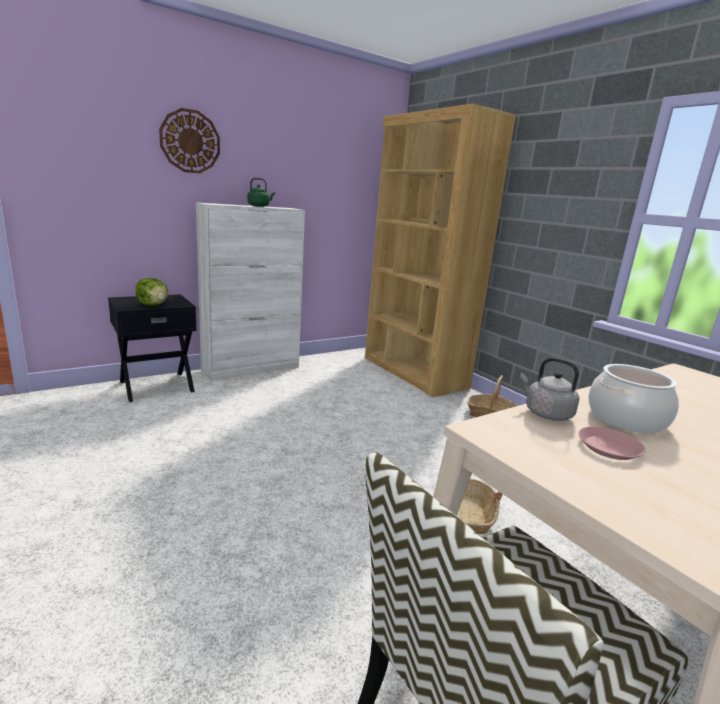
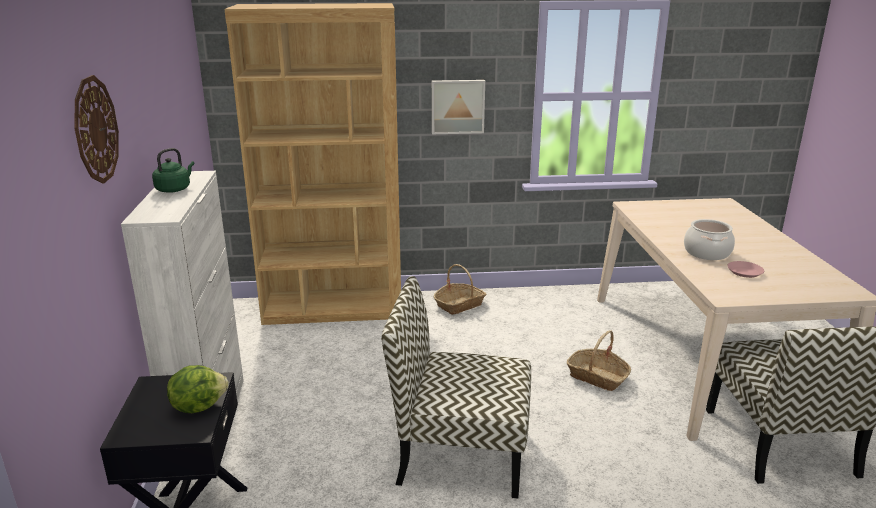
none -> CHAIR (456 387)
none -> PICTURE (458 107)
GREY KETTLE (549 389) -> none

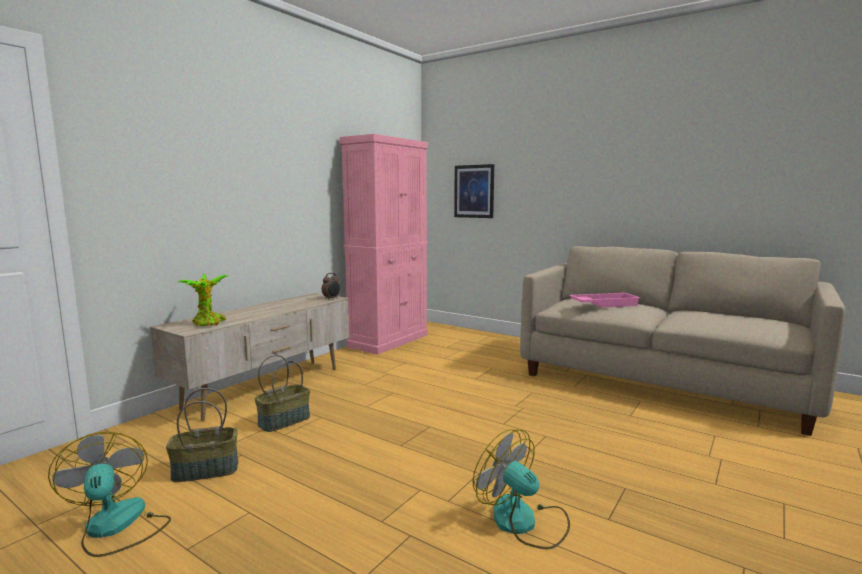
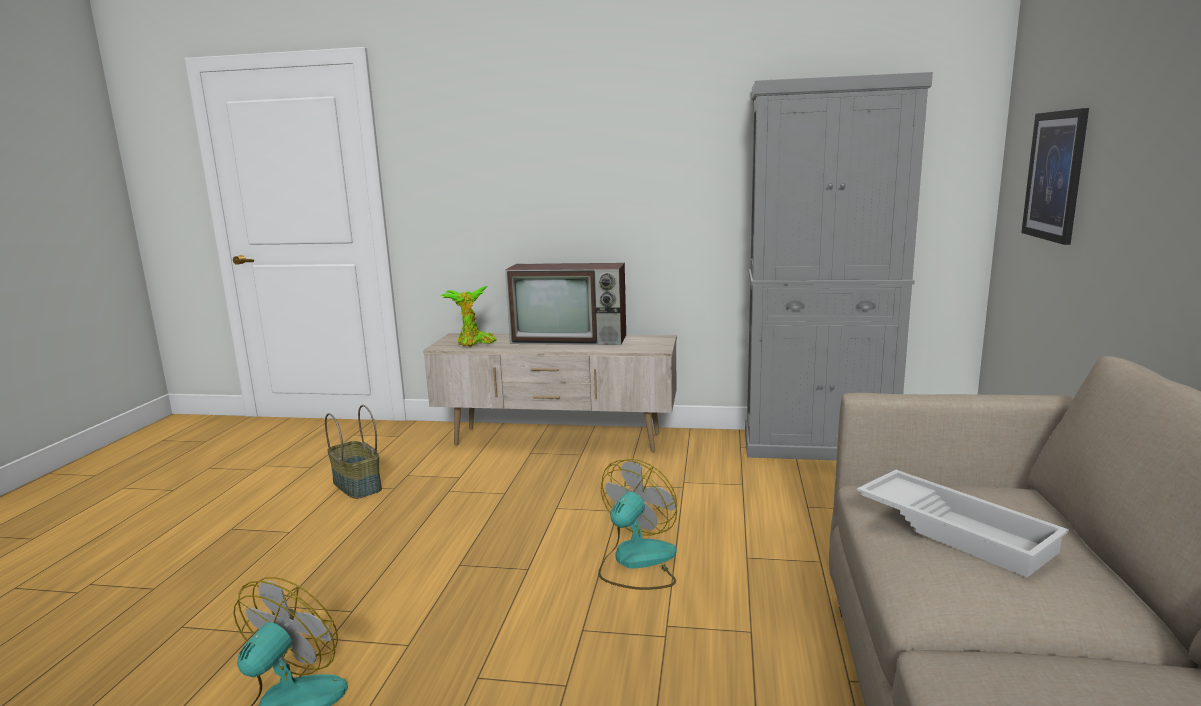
none -> TELEVISION (565 304)
FAN (109 494) -> FAN (637 524), moved
PINK CABINET (384 244) -> GREY CABINET (839 266)
PINK TRAY (604 300) -> WHITE TRAY (963 523)
BASKET (282 393) -> none
ALARM CLOCK (330 286) -> none

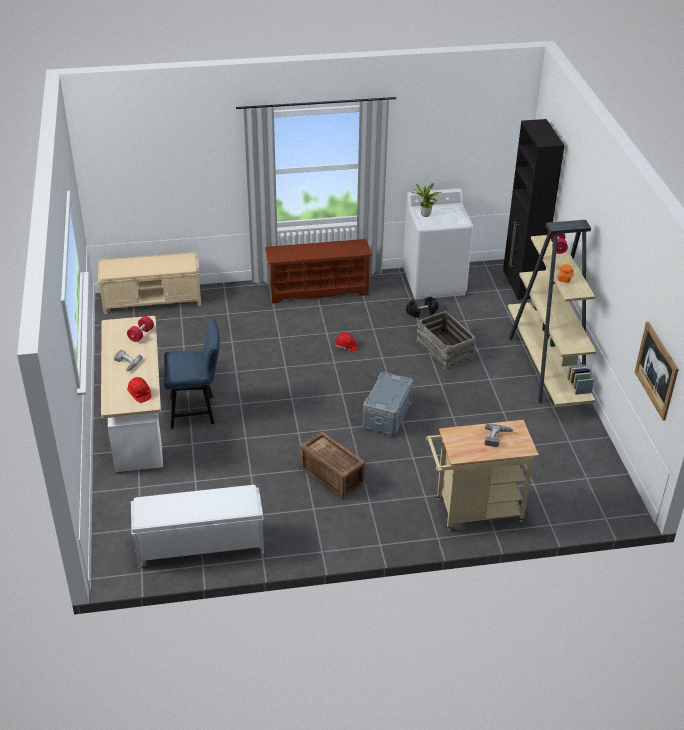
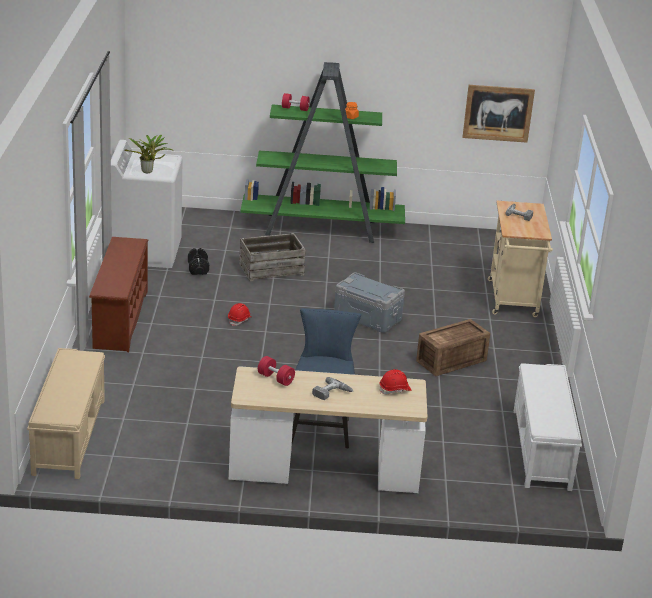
BEIGE BOOKCASE (552 313) -> GREEN BOOKCASE (322 152)
BLACK CABINET (534 211) -> none

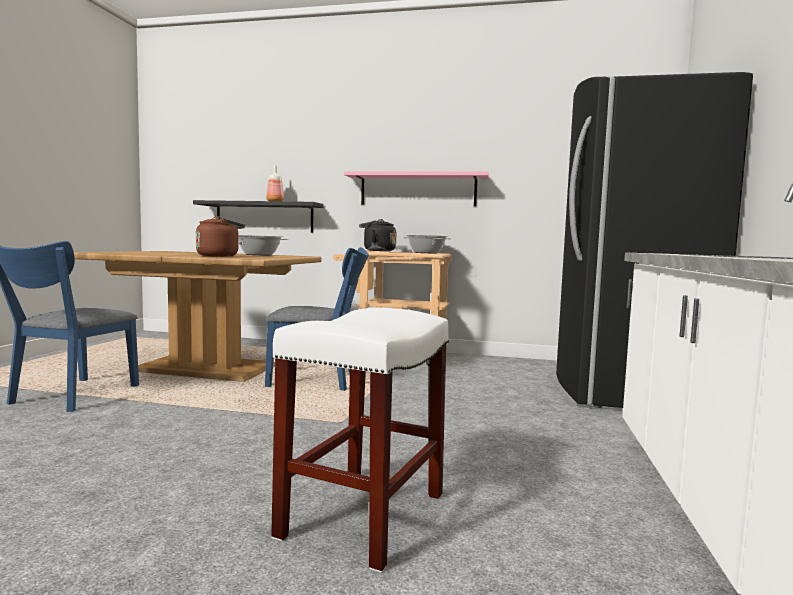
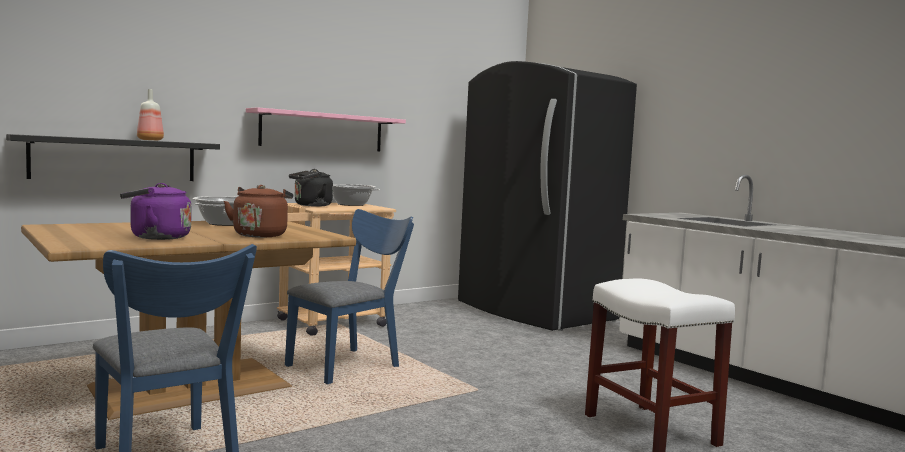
none -> PURPLE KETTLE (155 211)

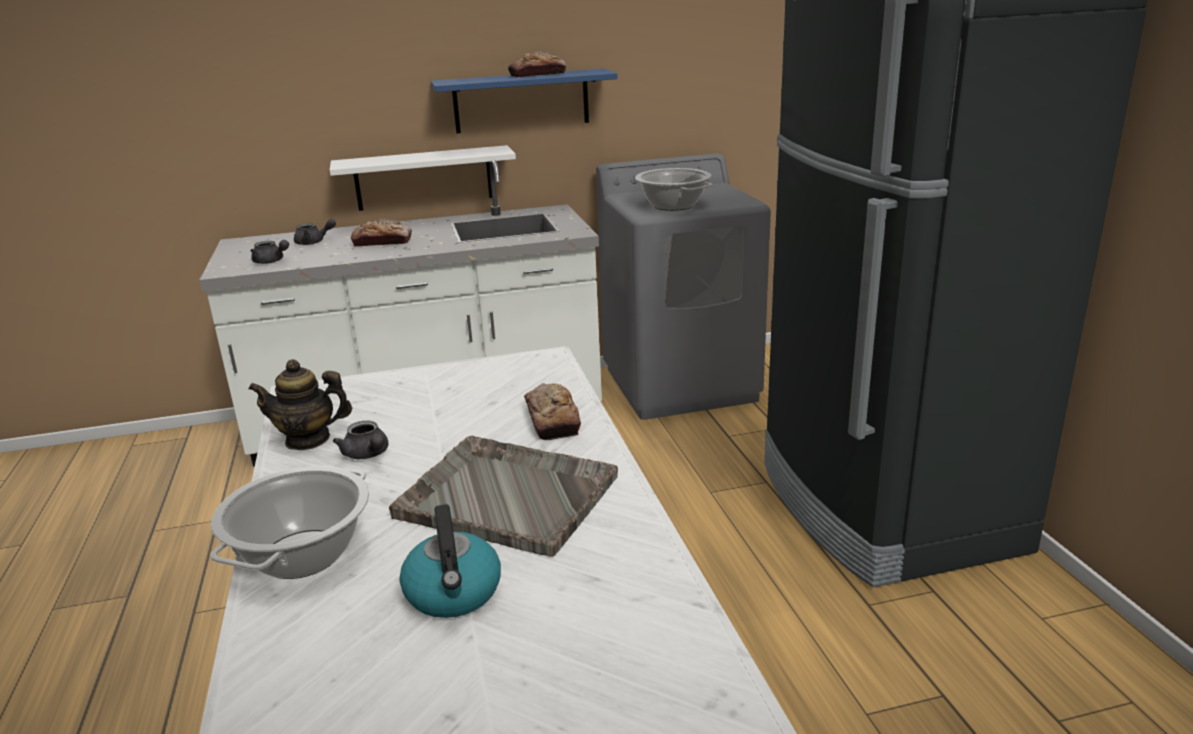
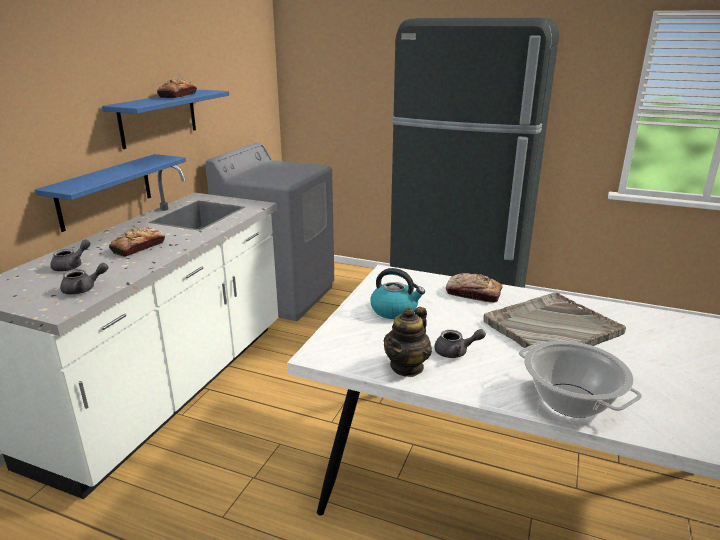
WHITE SHELF (423 178) -> BLUE SHELF (110 193)
KETTLE (450 561) -> KETTLE (398 293), moved
COOKING POT (674 189) -> none

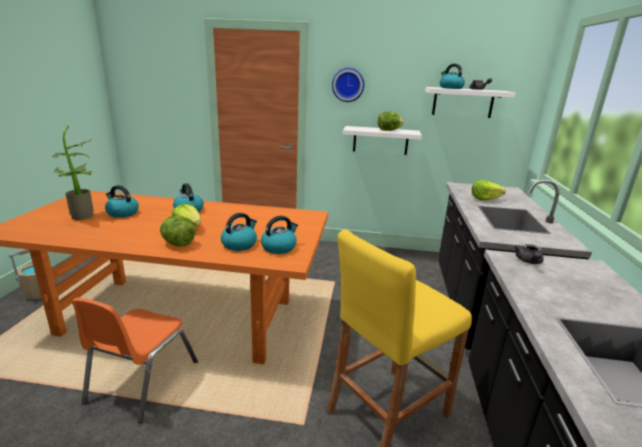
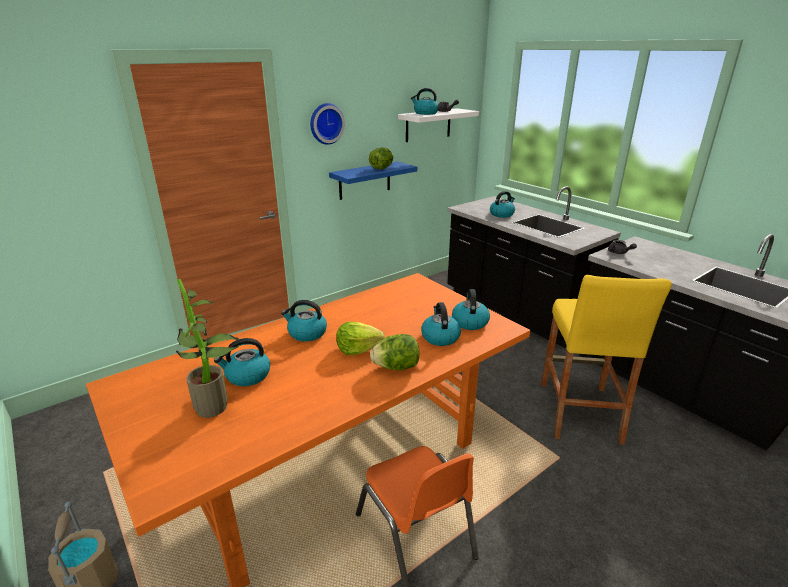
WHITE SHELF (382 140) -> BLUE SHELF (373 180)
LETTUCE (489 190) -> KETTLE (502 204)

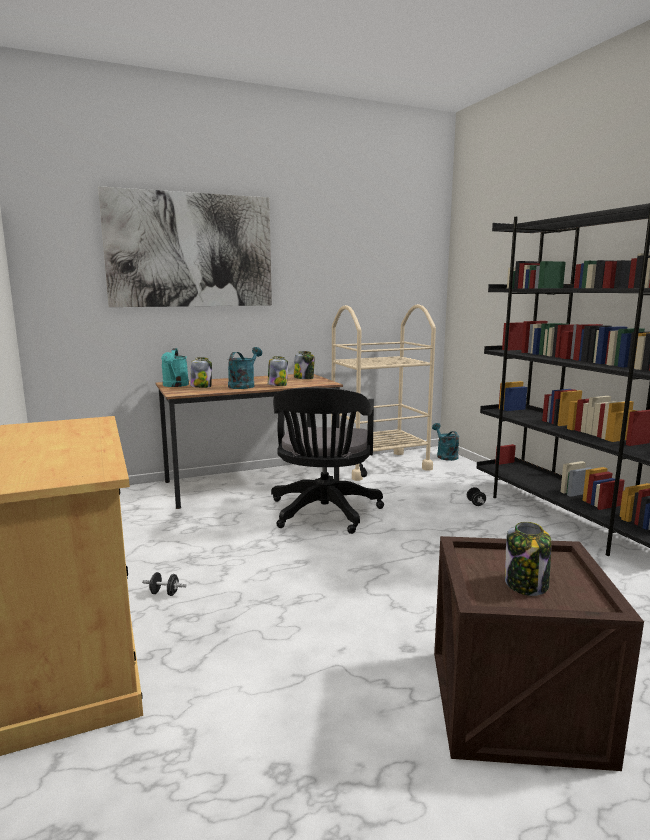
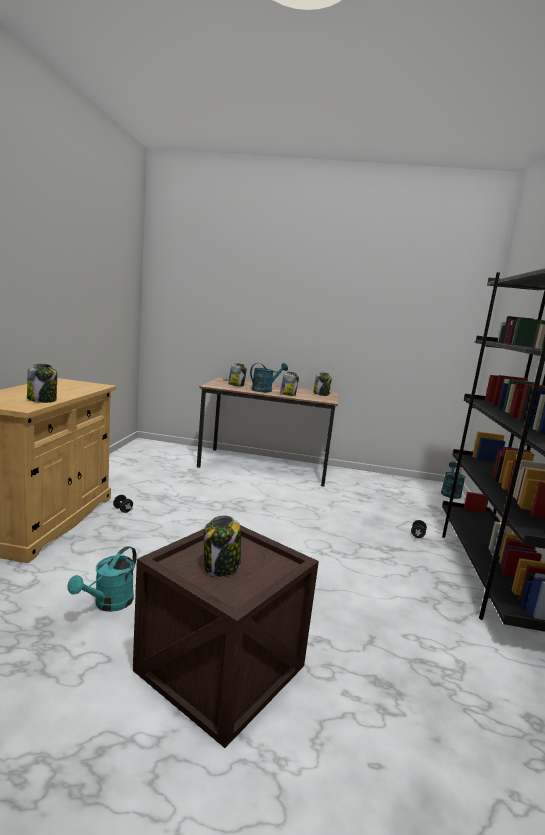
none -> JAR (42 383)
TURQUOISE WATERING CAN (175 367) -> TURQUOISE WATERING CAN (102 579), moved
PICTURE (185 246) -> none
BLACK OFFICE CHAIR (327 460) -> none
BEIGE CART (383 392) -> none

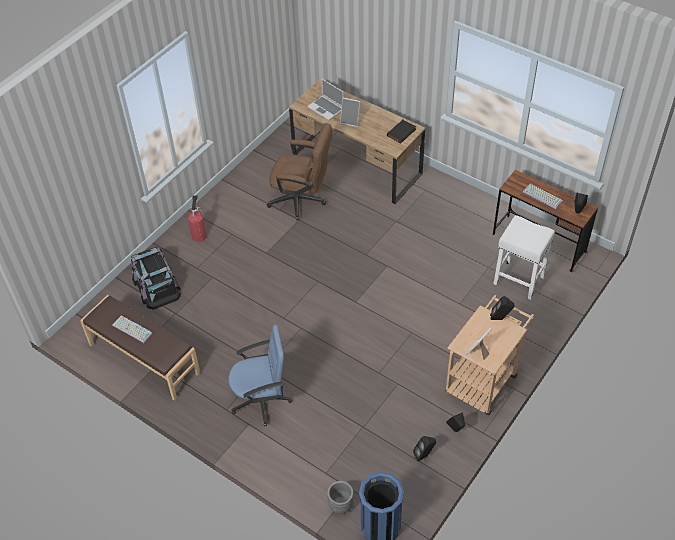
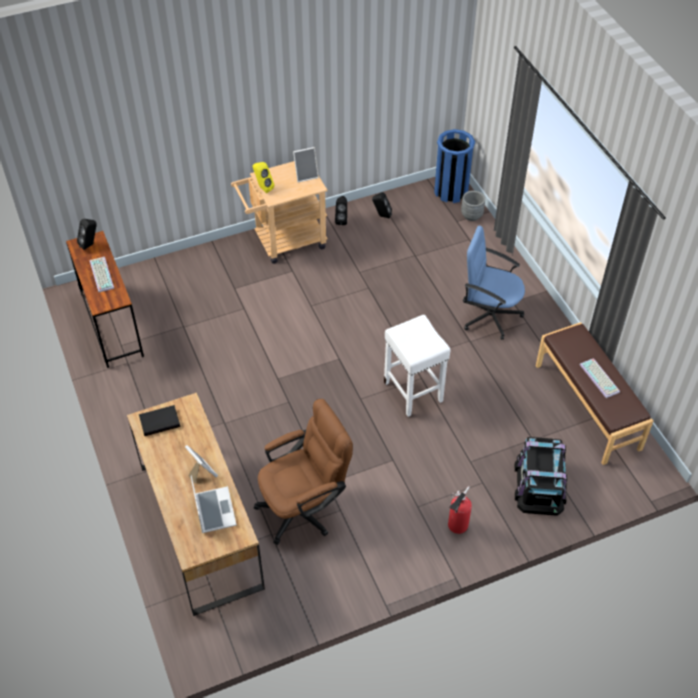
BLACK SPEAKER (502 308) -> YELLOW SPEAKER (264 177)
BROWN OFFICE CHAIR (299 171) -> BROWN OFFICE CHAIR (303 472), 105 degrees clockwise
WHITE STOOL (524 257) -> WHITE STOOL (417 366), moved

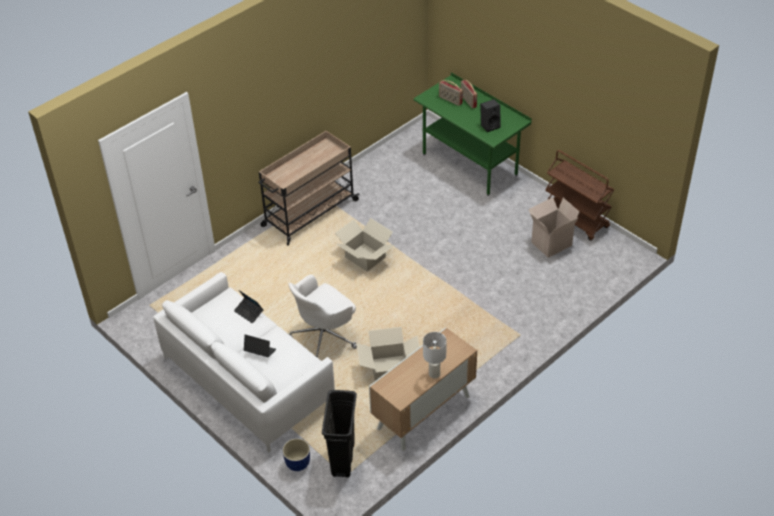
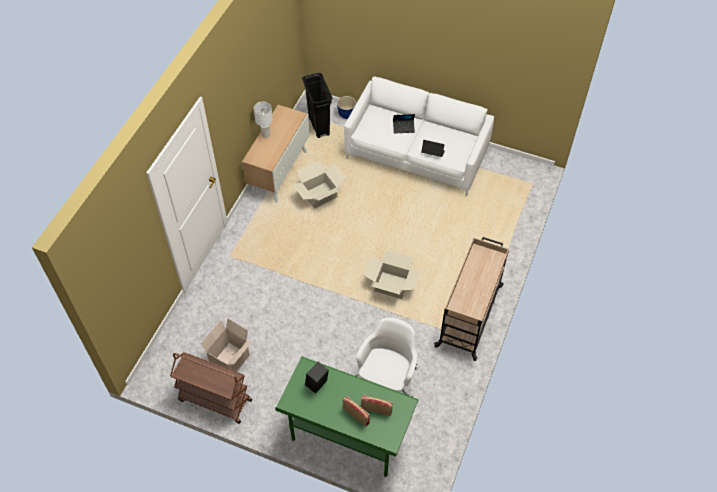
WHITE OFFICE CHAIR (322 315) -> WHITE OFFICE CHAIR (387 358), moved

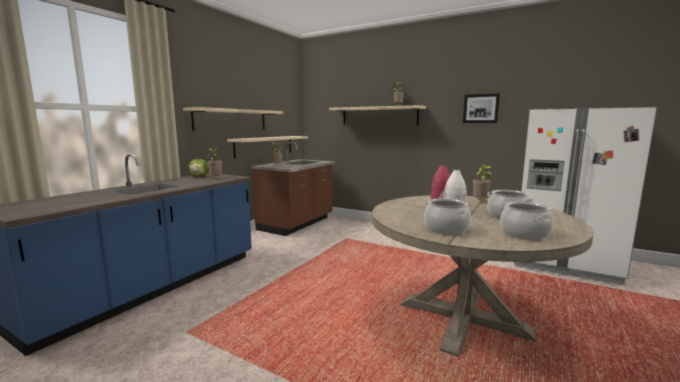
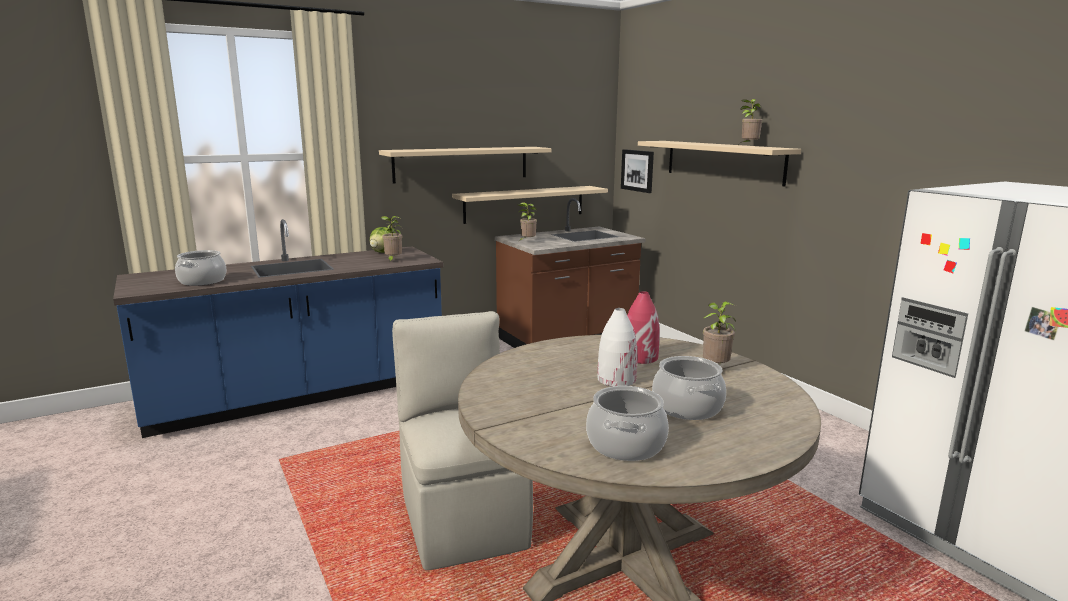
COOKING POT (447 216) -> COOKING POT (201 268), moved
none -> BEIGE CHAIR (462 440)
PICTURE (481 108) -> PICTURE (637 171), moved

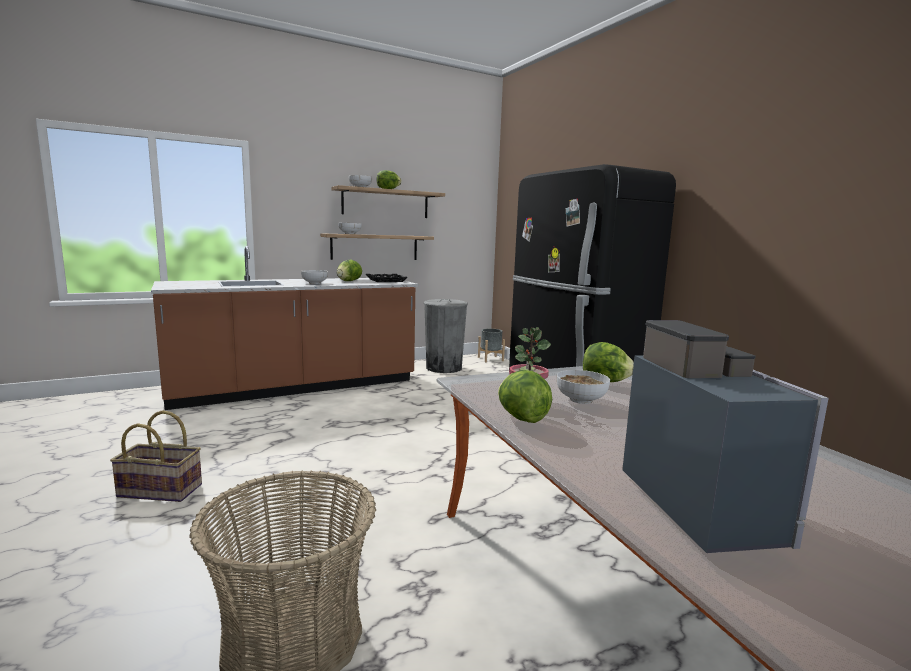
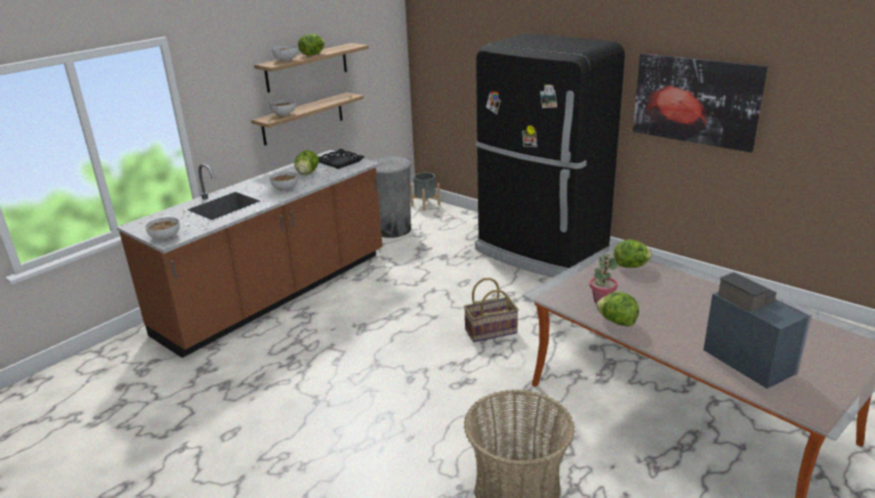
BOWL (583 387) -> BOWL (162 228), moved
BASKET (156 456) -> BASKET (491 310), moved
none -> PICTURE (700 103)

